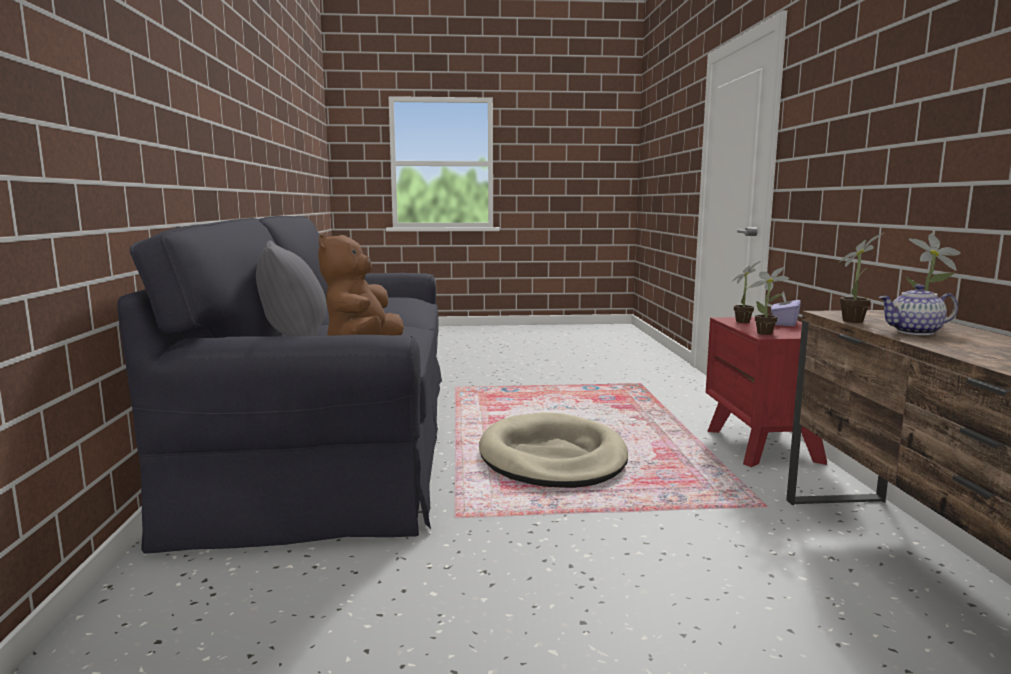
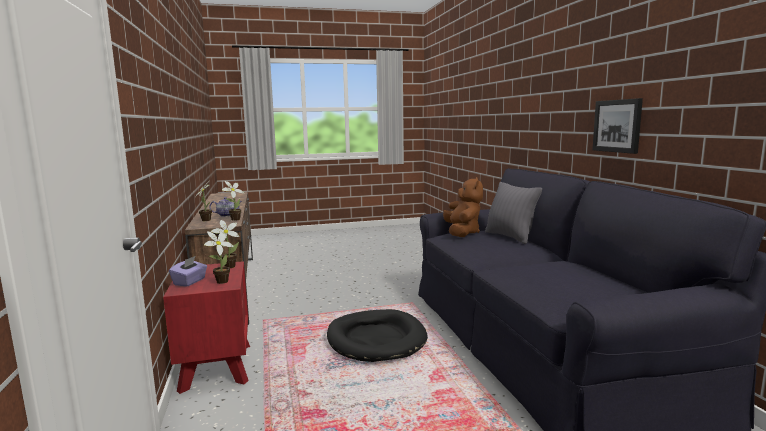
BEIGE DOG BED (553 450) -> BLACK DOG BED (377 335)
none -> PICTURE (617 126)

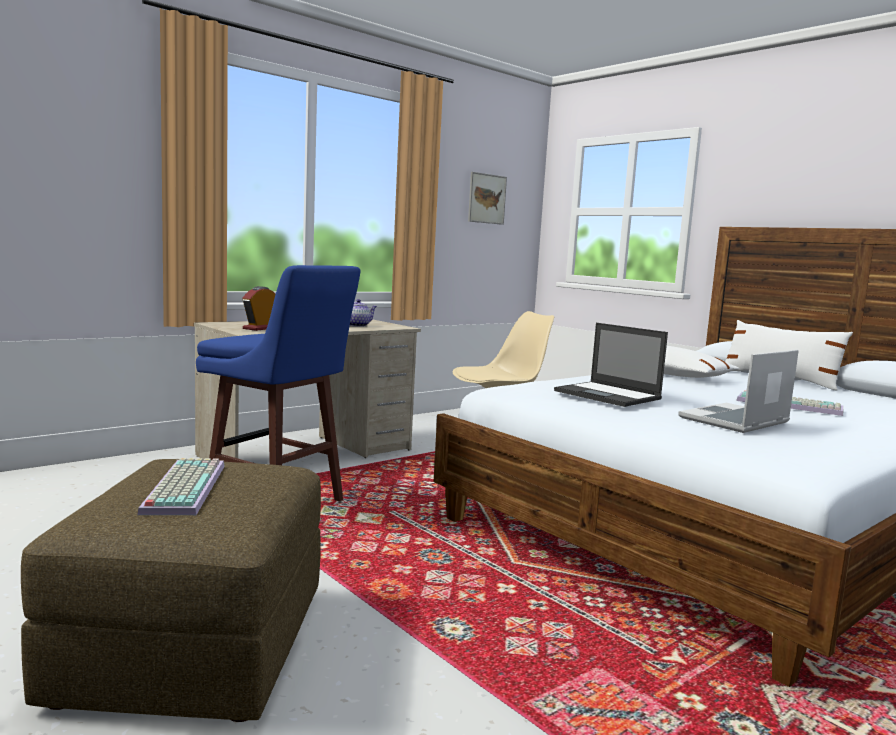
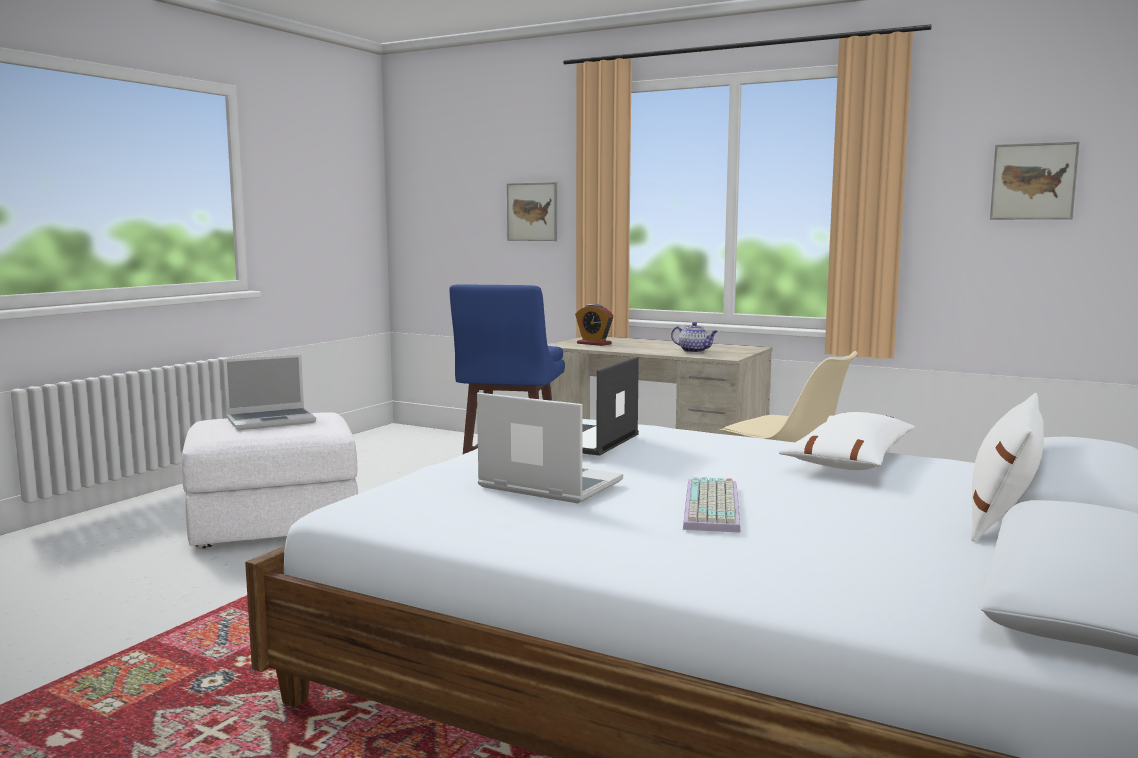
BROWN OTTOMAN (171 590) -> WHITE OTTOMAN (269 480)
KEYBOARD (181 486) -> LAPTOP (269 392)
none -> PICTURE (532 211)
ALARM CLOCK (259 308) -> ALARM CLOCK (594 325), 150 degrees counterclockwise

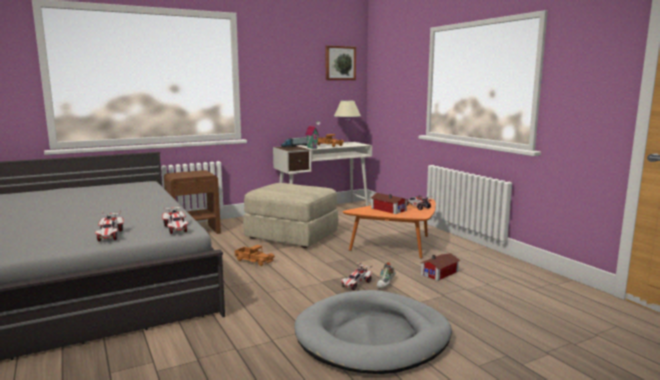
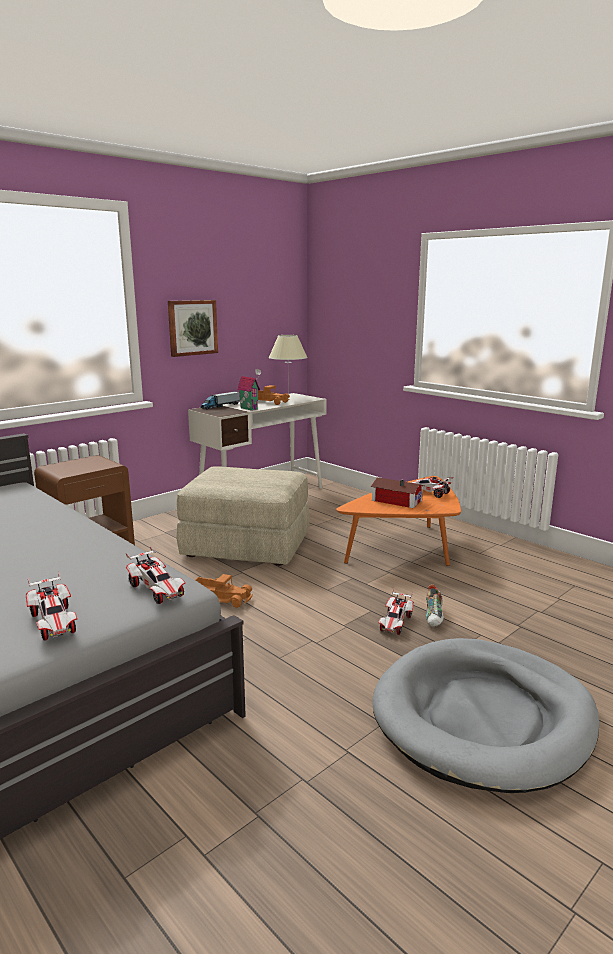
PICTURE (341 62) -> PICTURE (193 328), moved
TOY HOUSE (441 267) -> none

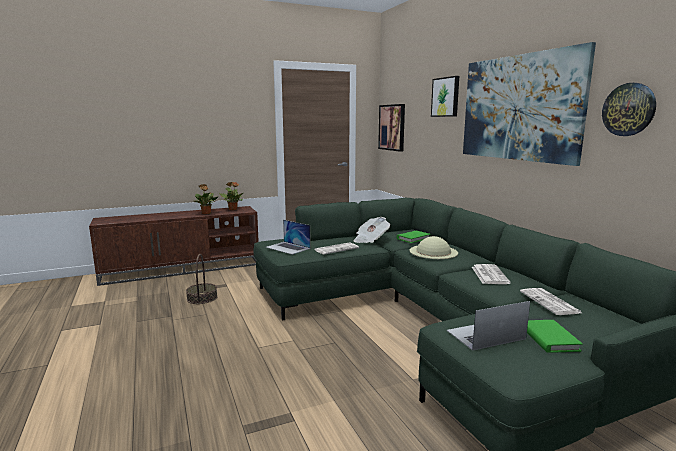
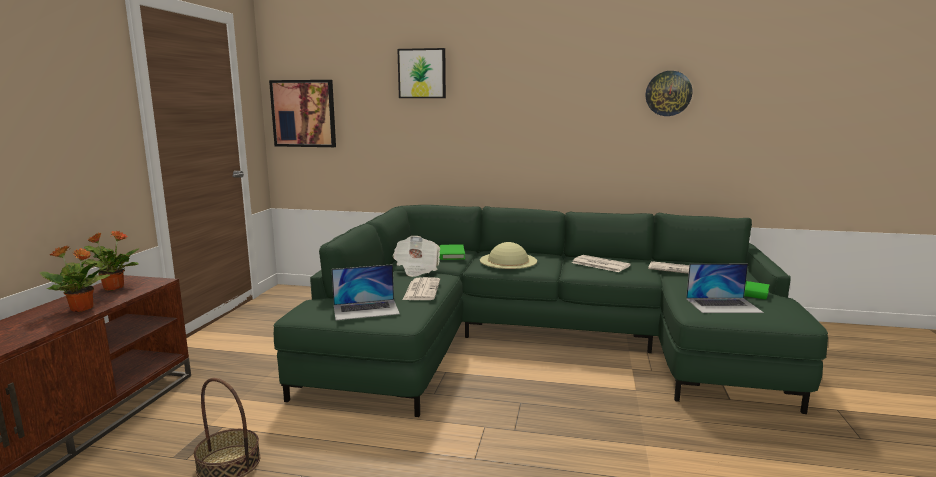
LAPTOP (488 326) -> LAPTOP (725 288), 105 degrees counterclockwise
PICTURE (529 104) -> none

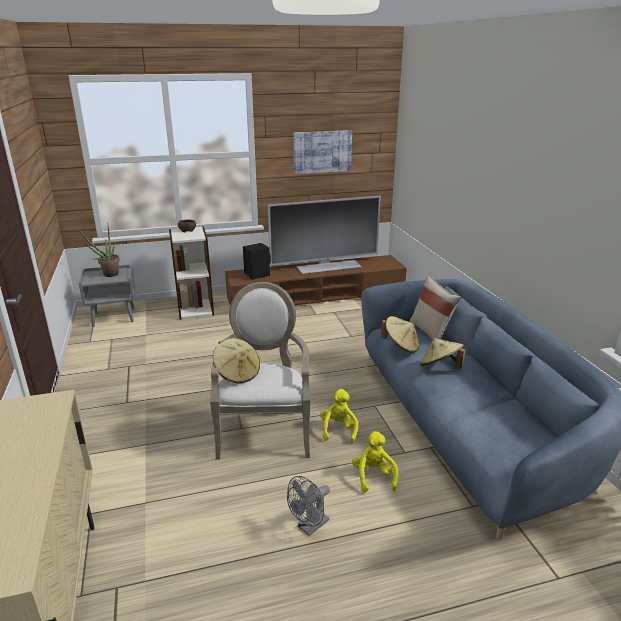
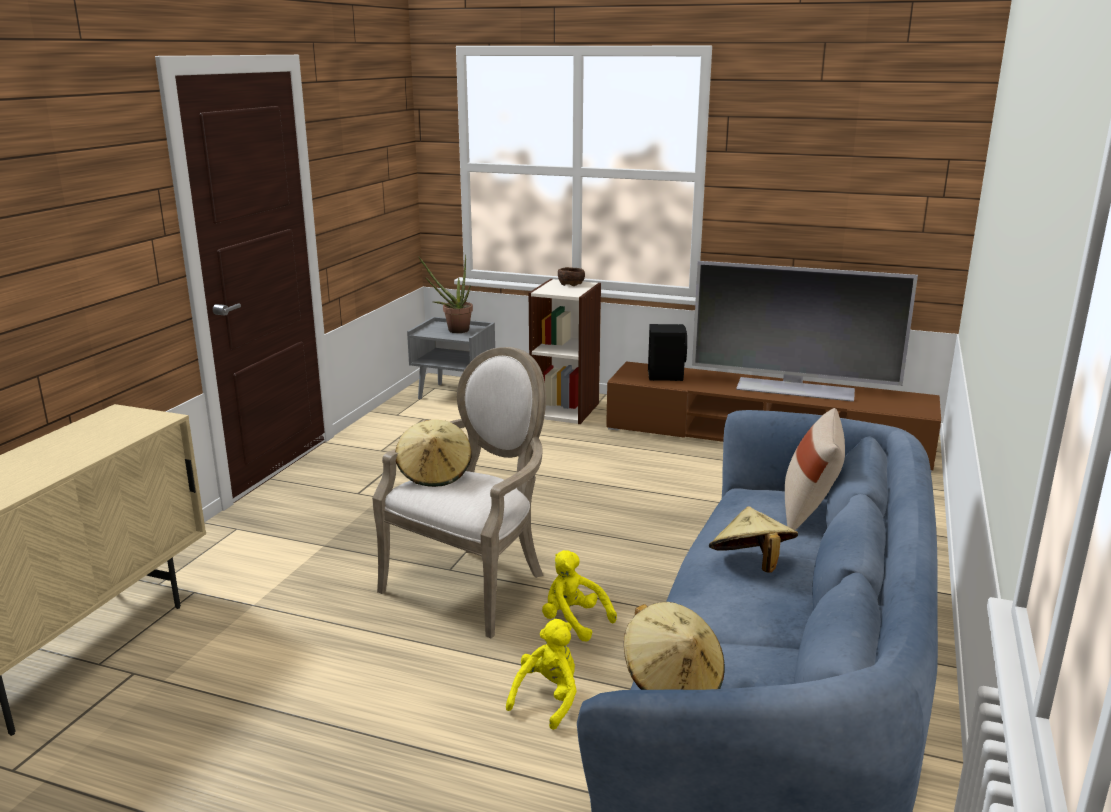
YELLOW PLUSH TOY (339 416) -> YELLOW PLUSH TOY (579 596), 90 degrees counterclockwise
BEIGE HAT (400 334) -> BEIGE HAT (674 646), moved
GREY FAN (308 506) -> none
PICTURE (323 152) -> none

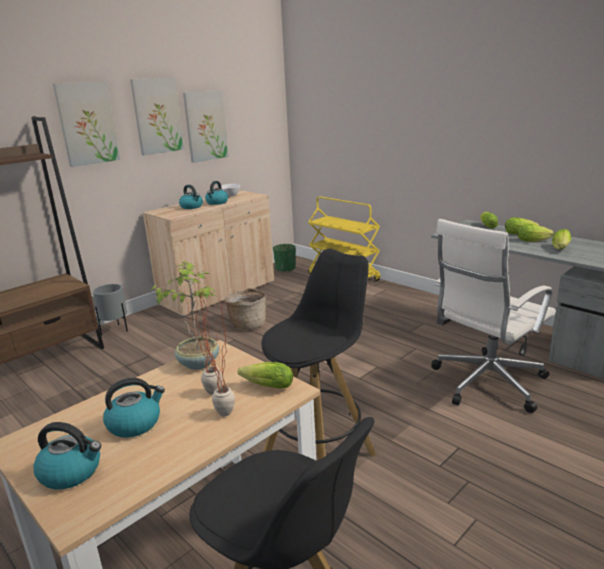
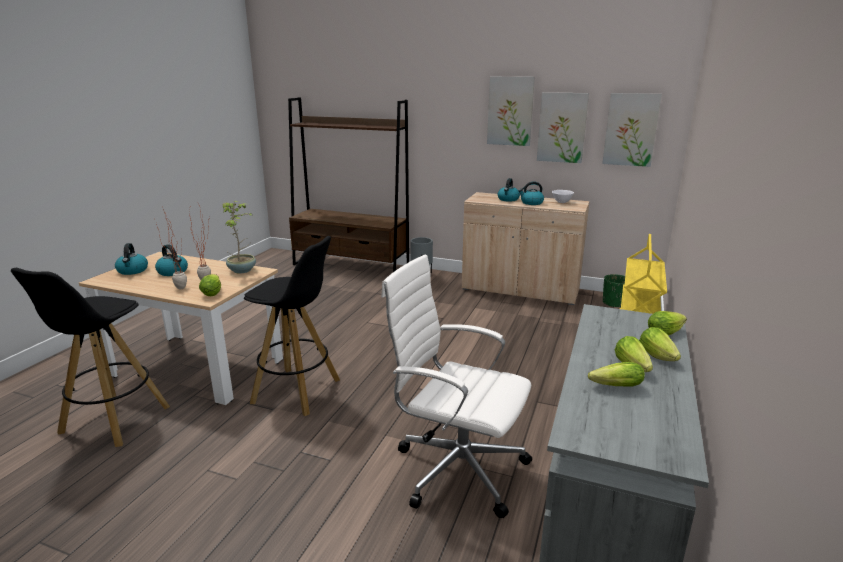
PICTURE (86 124) -> PICTURE (632 130), moved
BASKET (245 308) -> none

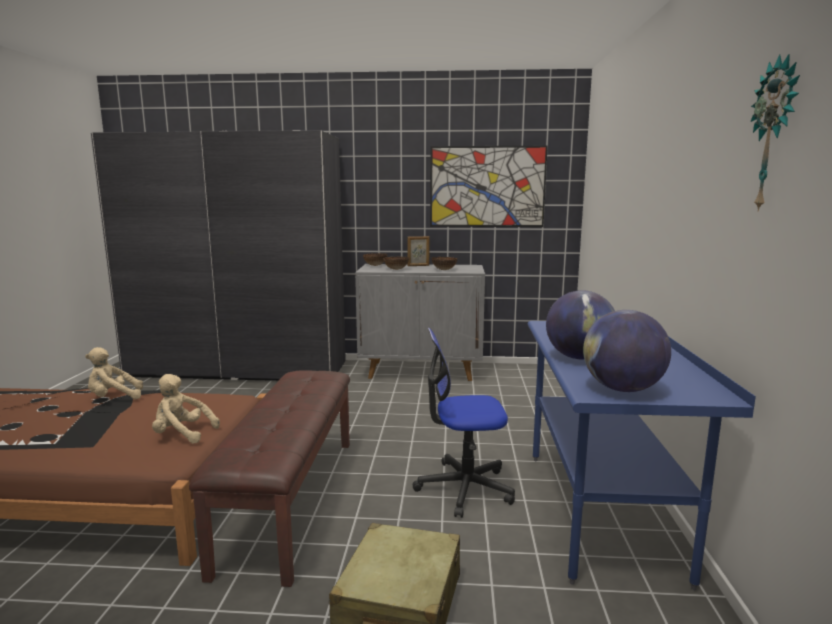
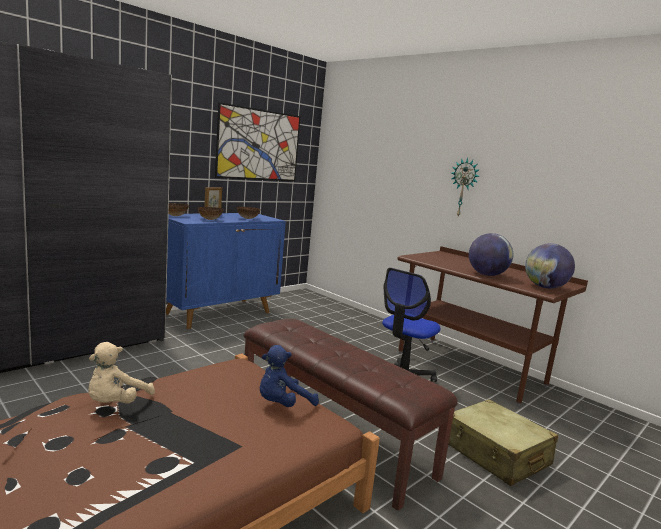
GREY CABINET (420 322) -> BLUE CABINET (226 271)
BEIGE PLUSH TOY (186 409) -> BLUE PLUSH TOY (289 376)
BLUE DESK (642 455) -> BROWN DESK (492 326)
WALL CLOCK (775 133) -> WALL CLOCK (465 187), moved

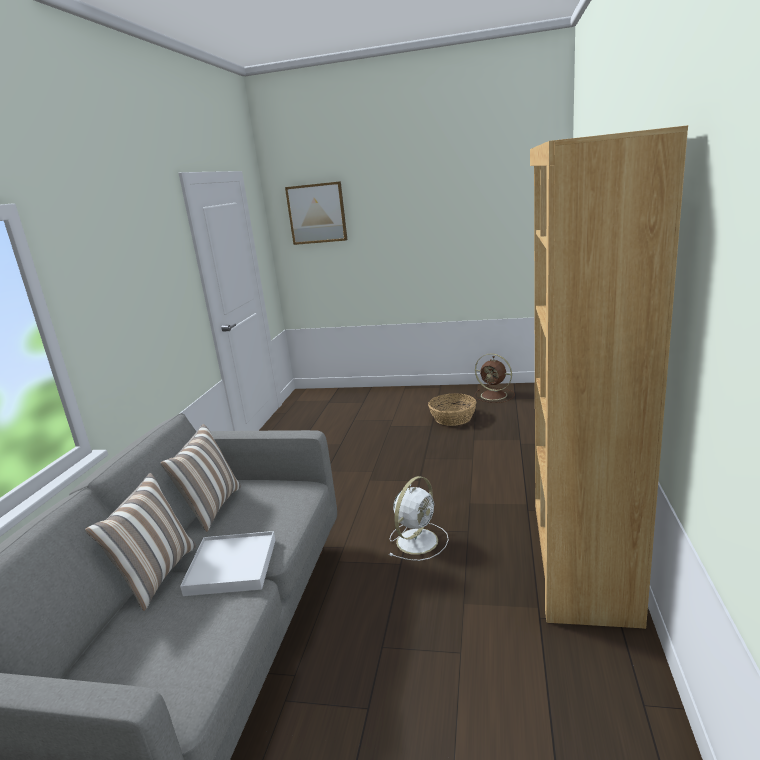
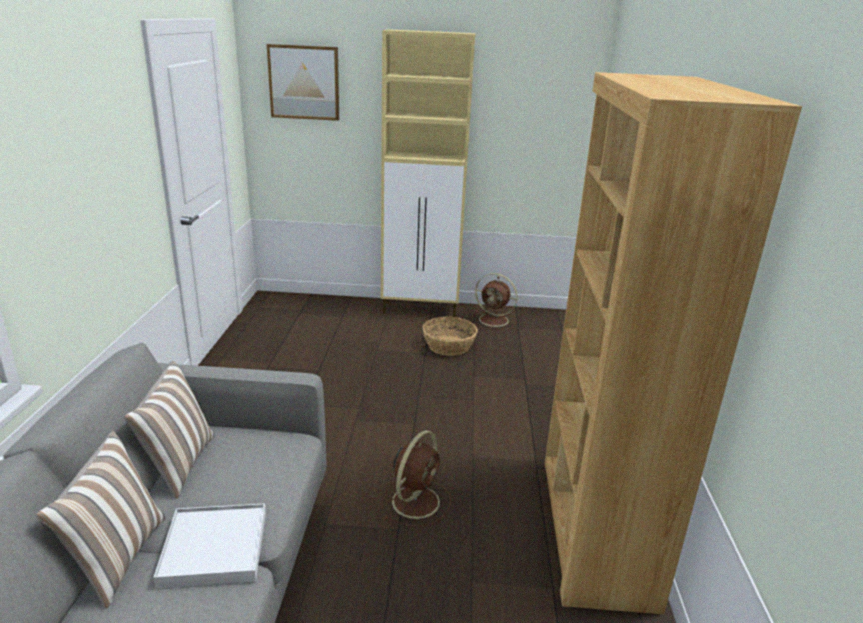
none -> BEIGE CABINET (428 173)
WHITE FAN (419 518) -> BROWN FAN (417 478)

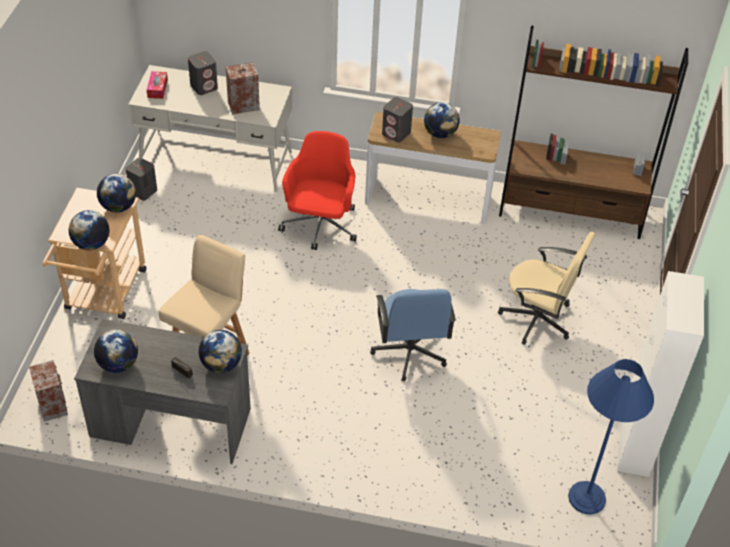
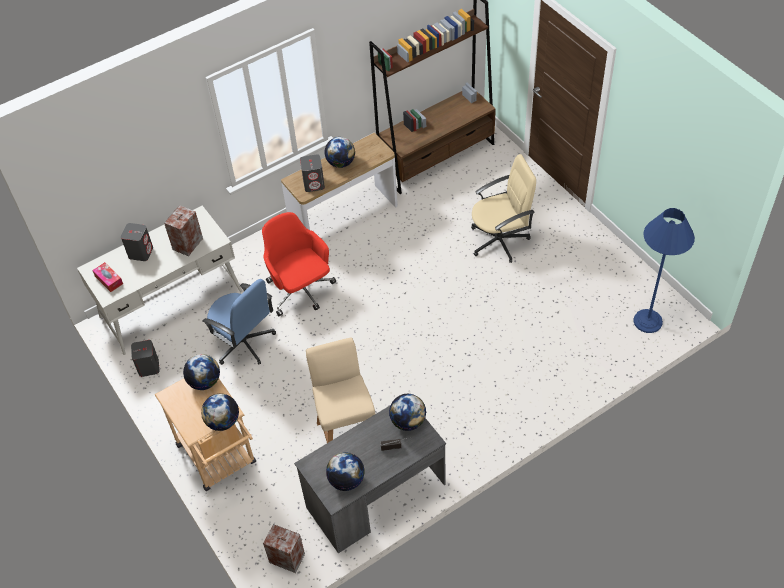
BLUE OFFICE CHAIR (413 335) -> BLUE OFFICE CHAIR (239 322), moved
WHITE CABINET (660 374) -> none

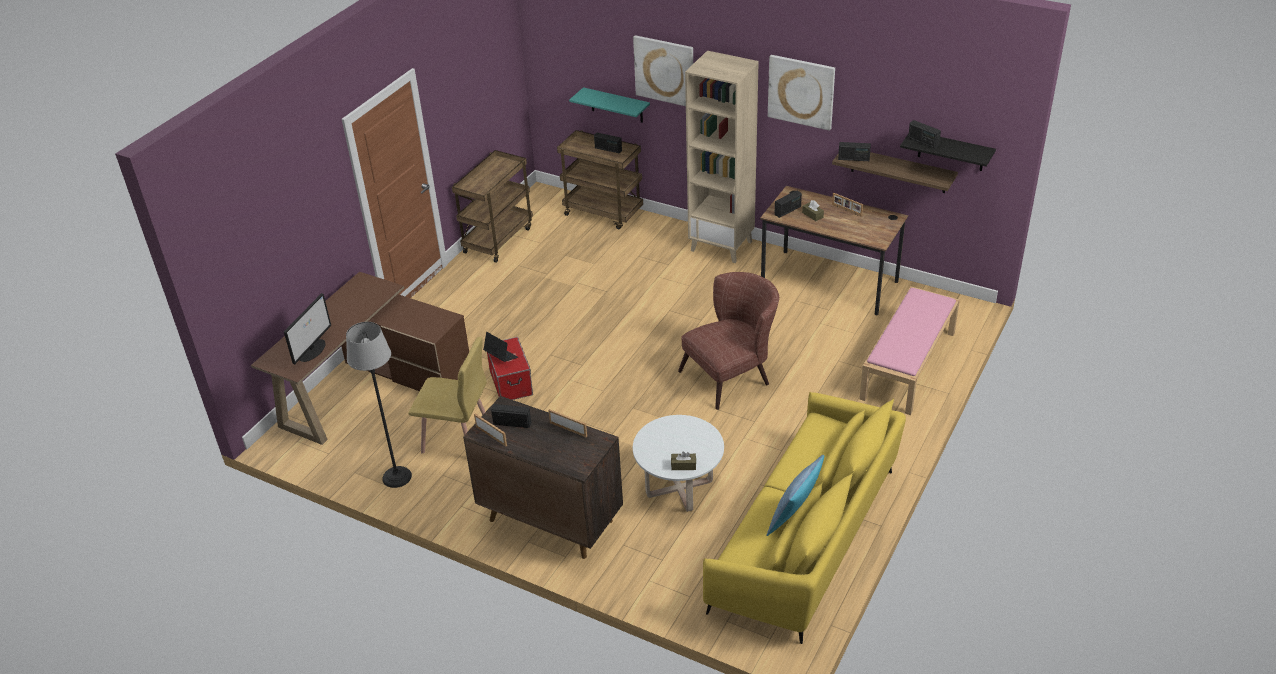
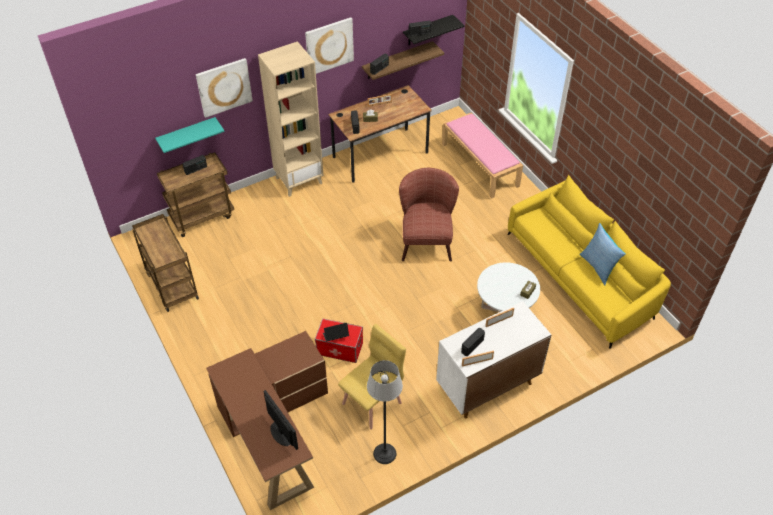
BROWN CABINET (543 477) -> WHITE CABINET (493 359)

